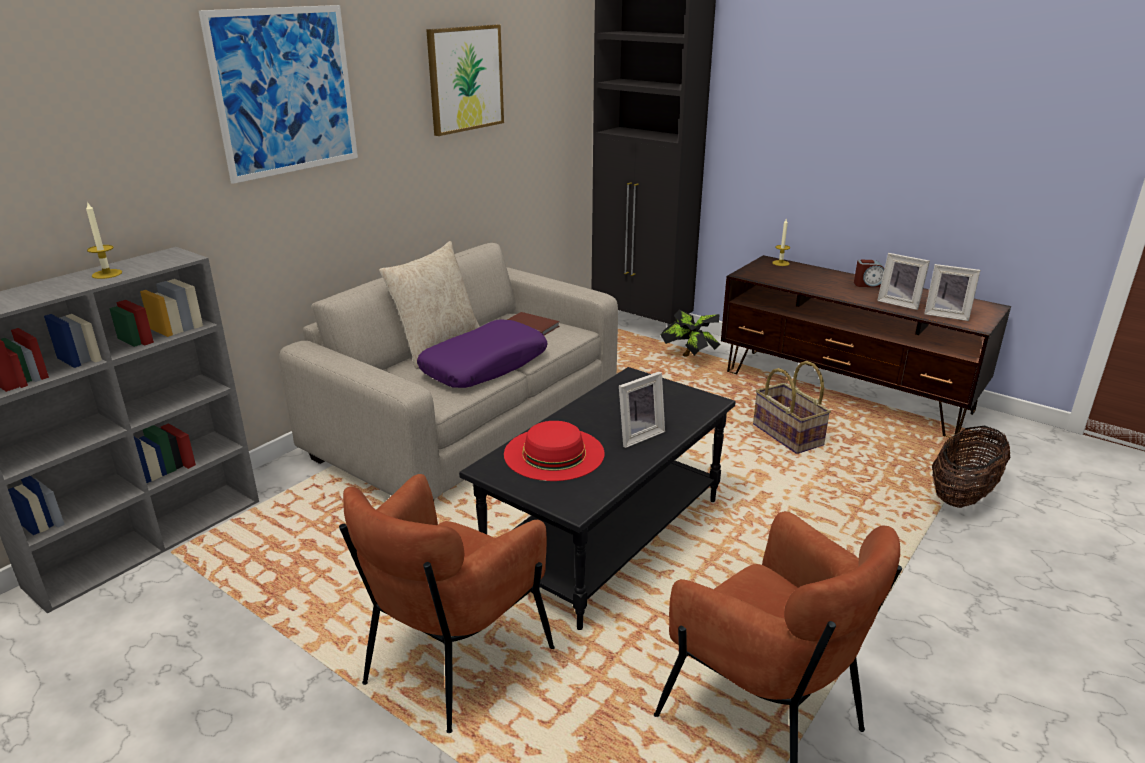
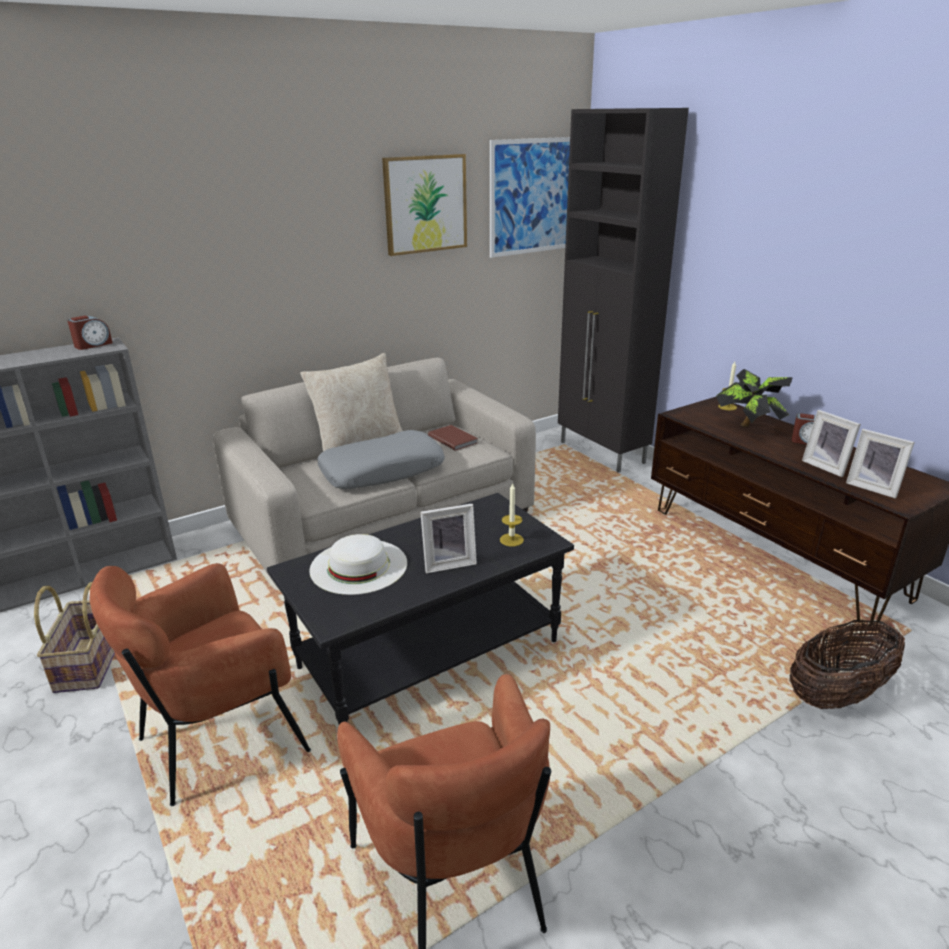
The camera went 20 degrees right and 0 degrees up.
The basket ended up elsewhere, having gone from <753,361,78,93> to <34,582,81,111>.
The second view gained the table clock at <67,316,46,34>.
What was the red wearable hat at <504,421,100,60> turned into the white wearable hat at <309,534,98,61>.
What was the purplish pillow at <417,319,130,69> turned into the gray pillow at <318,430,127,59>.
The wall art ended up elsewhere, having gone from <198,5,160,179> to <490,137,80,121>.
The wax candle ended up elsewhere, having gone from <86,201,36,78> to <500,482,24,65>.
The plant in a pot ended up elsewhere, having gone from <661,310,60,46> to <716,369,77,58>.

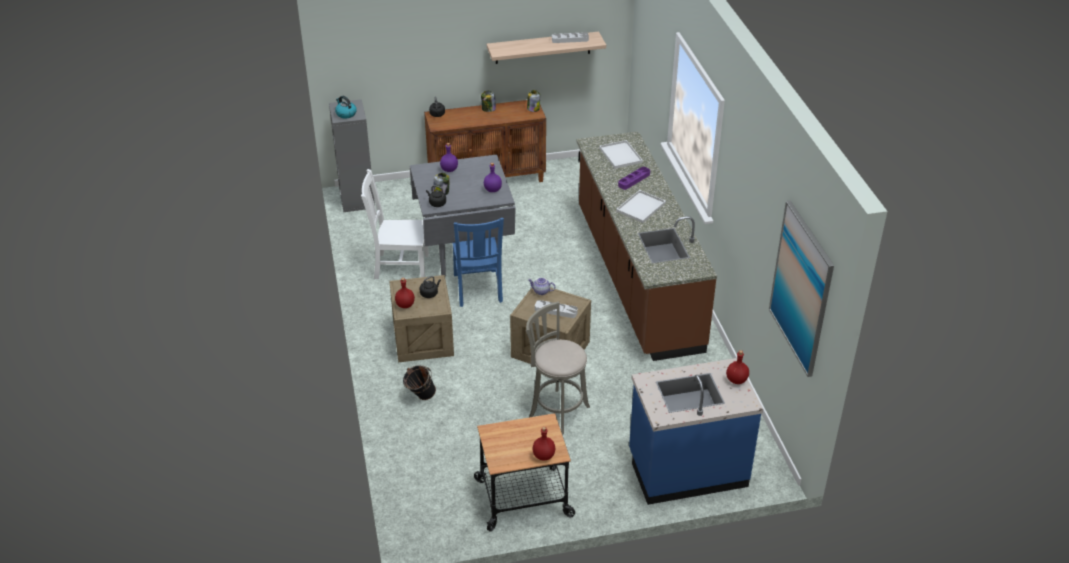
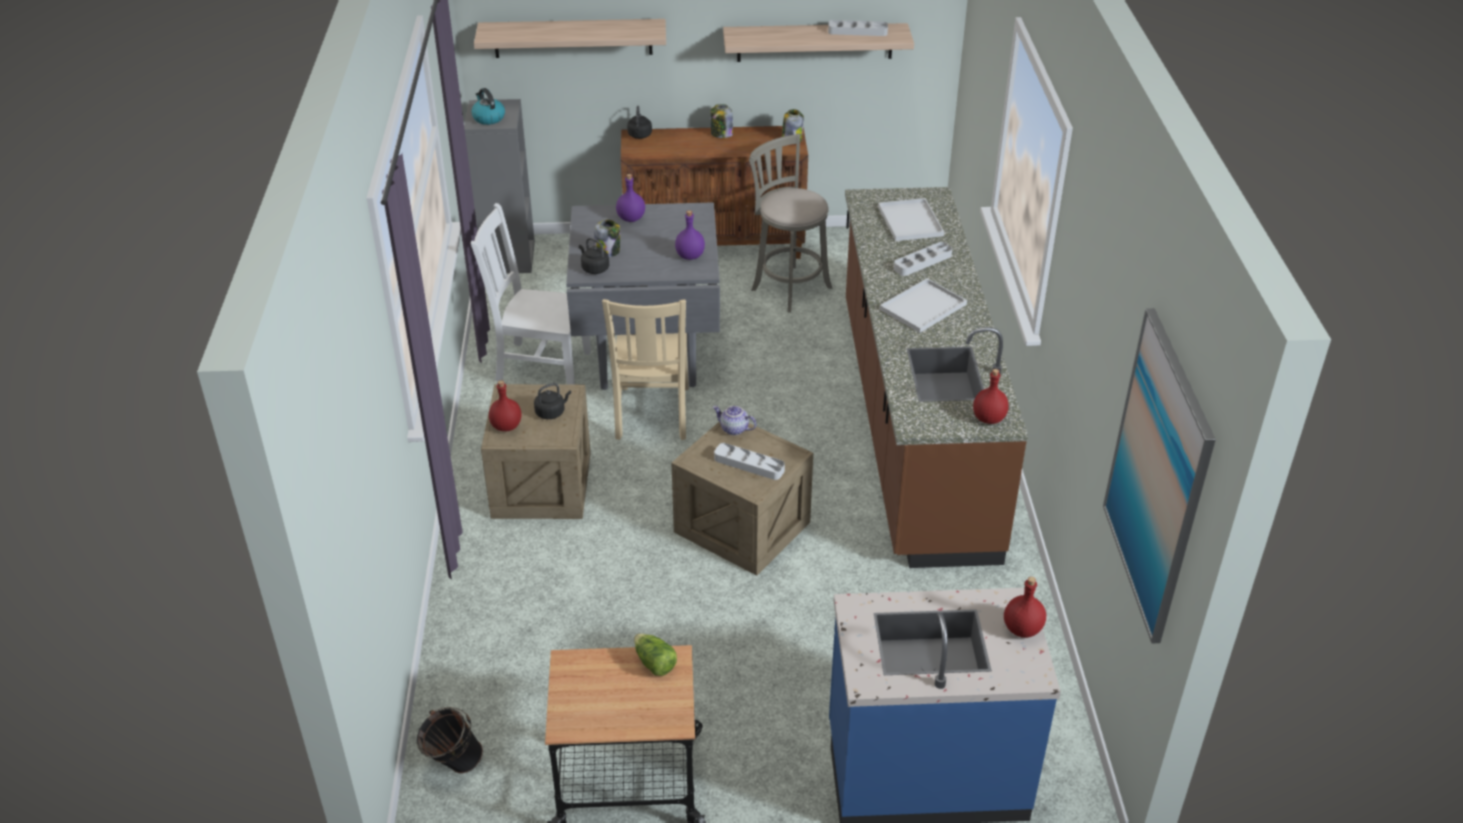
The camera went 10 degrees right and 0 degrees up.
The blackish bucket ended up elsewhere, having gone from <403,365,33,35> to <417,707,66,66>.
The second view gained the wall shelf at <474,19,192,39>.
What was the blue upright chair at <453,218,51,89> turned into the sand-coloured upright chair at <602,299,87,141>.
The second view gained the lettuce at <634,633,43,43>.
The gray sitting stool ended up elsewhere, having gone from <526,302,64,132> to <749,134,83,178>.
What was the purplish serving tray at <618,167,32,23> turned into the gray serving tray at <894,242,58,34>.
The red bottle ended up elsewhere, having gone from <533,427,22,33> to <973,369,36,55>.

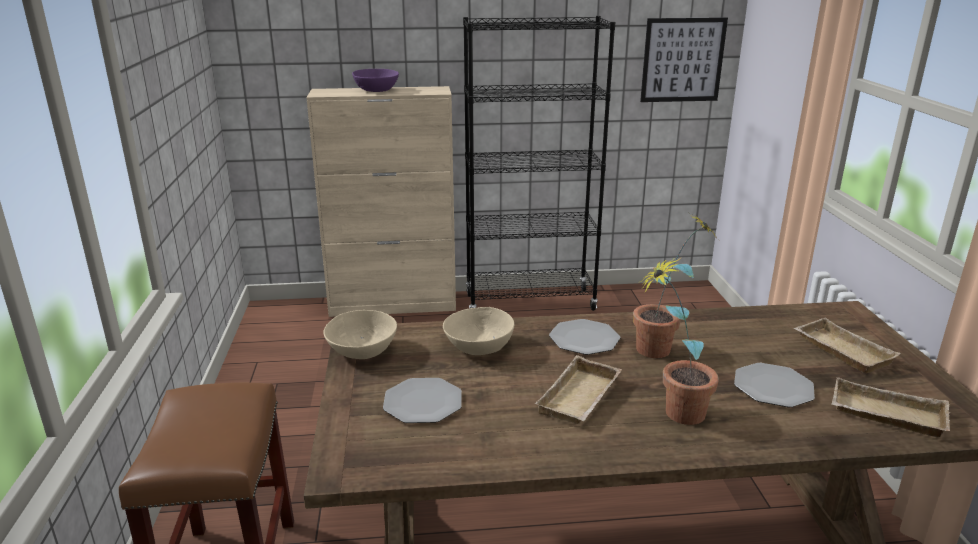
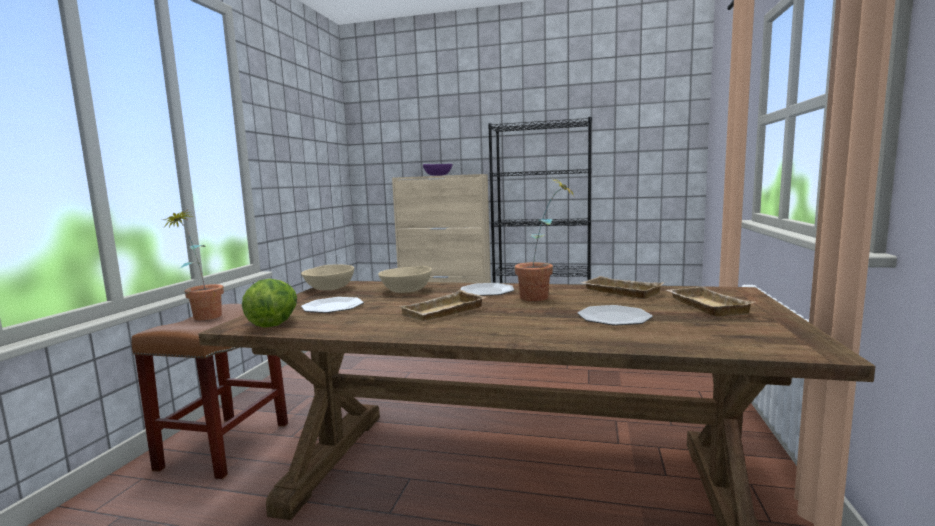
The camera went 20 degrees right and 15 degrees down.
The plant in a pot ended up elsewhere, having gone from <638,258,81,167> to <163,209,61,111>.
The second view gained the lettuce at <242,278,55,50>.
The sand-coloured serving tray ended up elsewhere, having gone from <832,377,118,60> to <581,276,83,23>.
The second view lost the wall art at <640,17,88,85>.

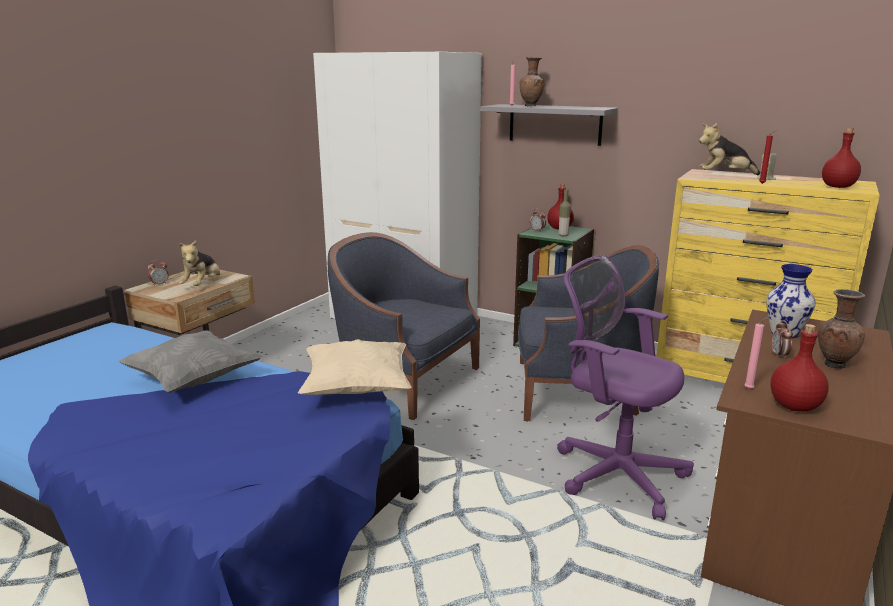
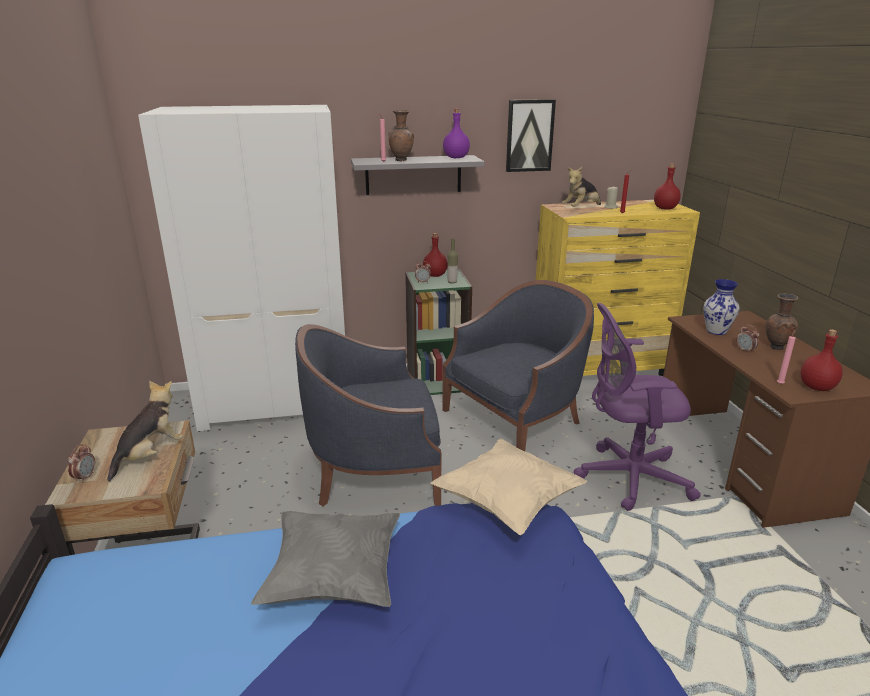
The camera went 40 degrees left and 5 degrees up.
The soft toy at <179,240,41,46> ended up facing another way, 120 degrees counterclockwise from before.
The second view gained the purplish bottle at <443,109,27,49>.
The second view gained the wall art at <506,99,50,73>.

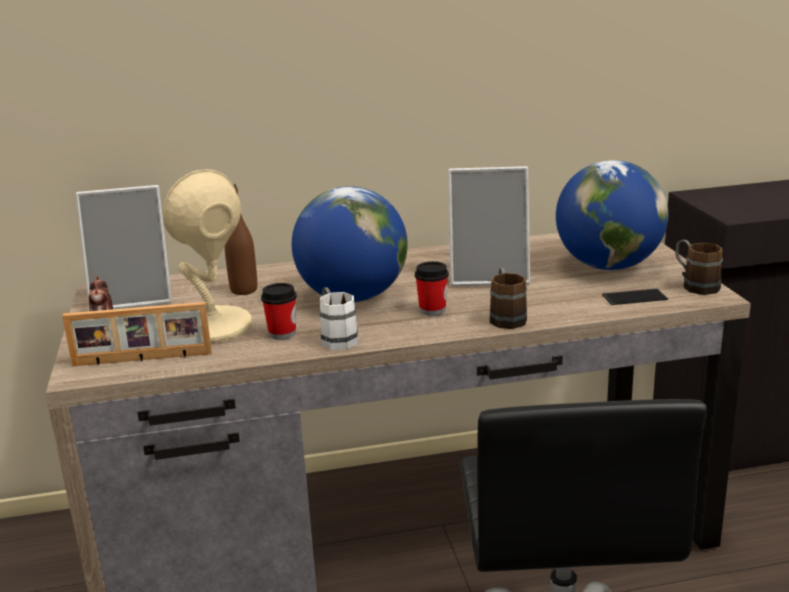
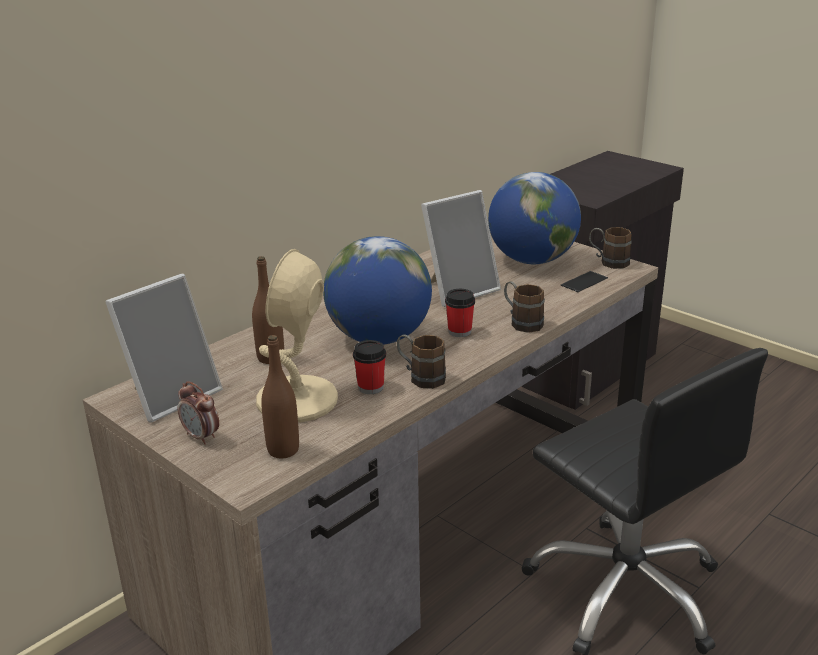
The camera went 35 degrees left and 5 degrees up.
Where the photo frame stood at <62,302,150,64>, the brown bottle came to stand at <261,335,38,123>.
What was the white tea mug at <319,287,39,63> turned into the brown tea mug at <397,334,49,55>.

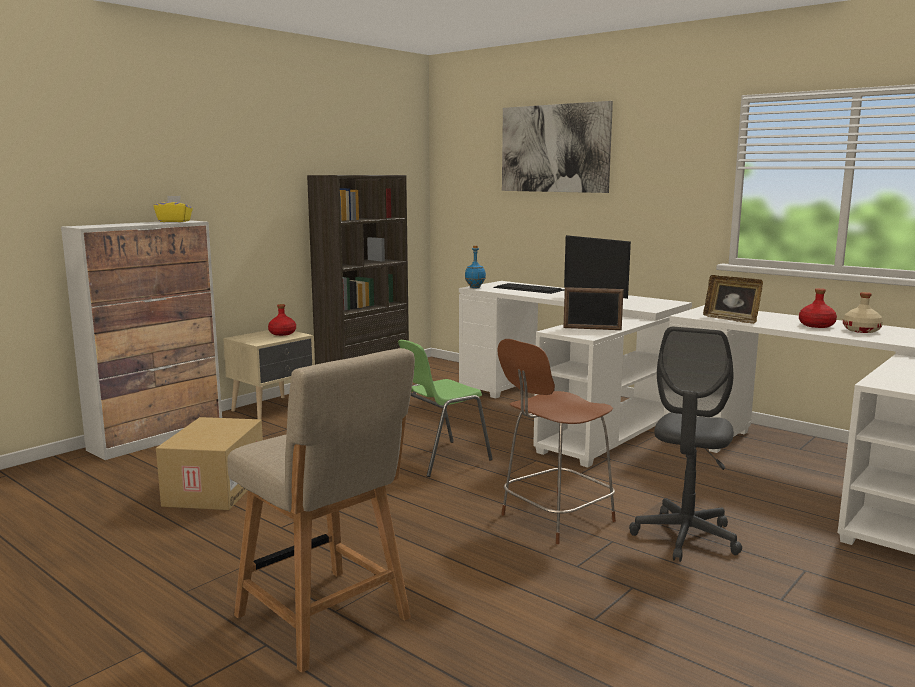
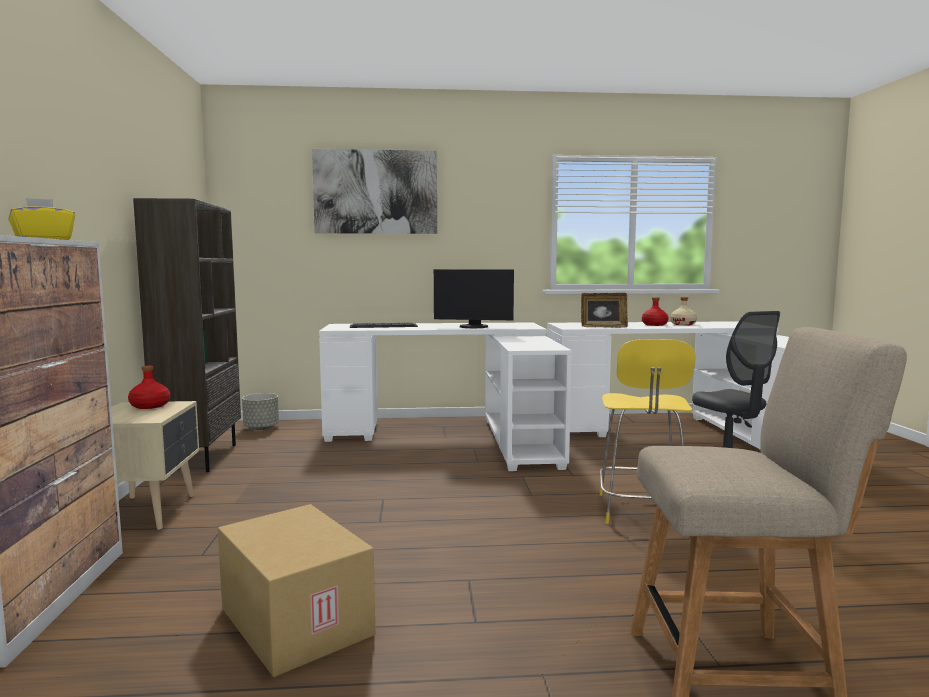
The camera went 45 degrees left and 5 degrees down.
The second view gained the gray flower pot at <242,393,37,37>.
What was the brown upright chair at <497,339,119,205> turned into the yellowish upright chair at <599,339,96,185>.
The second view lost the green upright chair at <398,340,95,137>.
The second view lost the blue bottle at <465,245,21,43>.
The second view lost the photo frame at <563,287,61,43>.

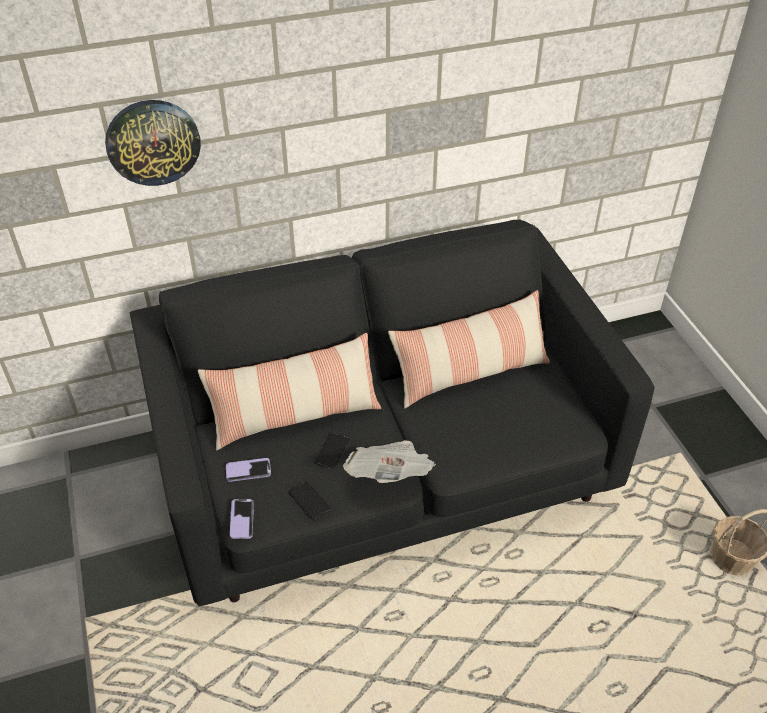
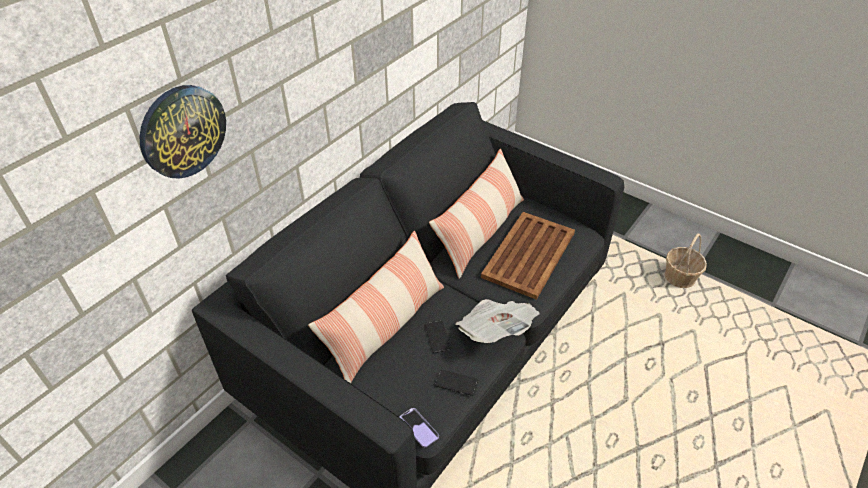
The camera went 35 degrees left and 0 degrees up.
The second view gained the brown serving tray at <481,212,94,88>.
The second view lost the telephone at <226,458,45,24>.

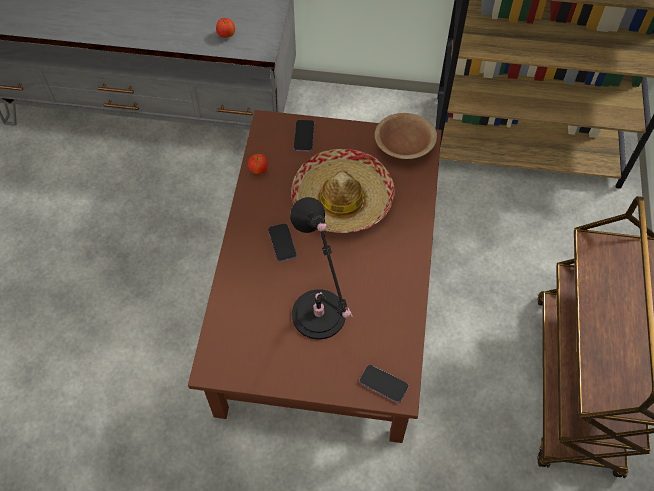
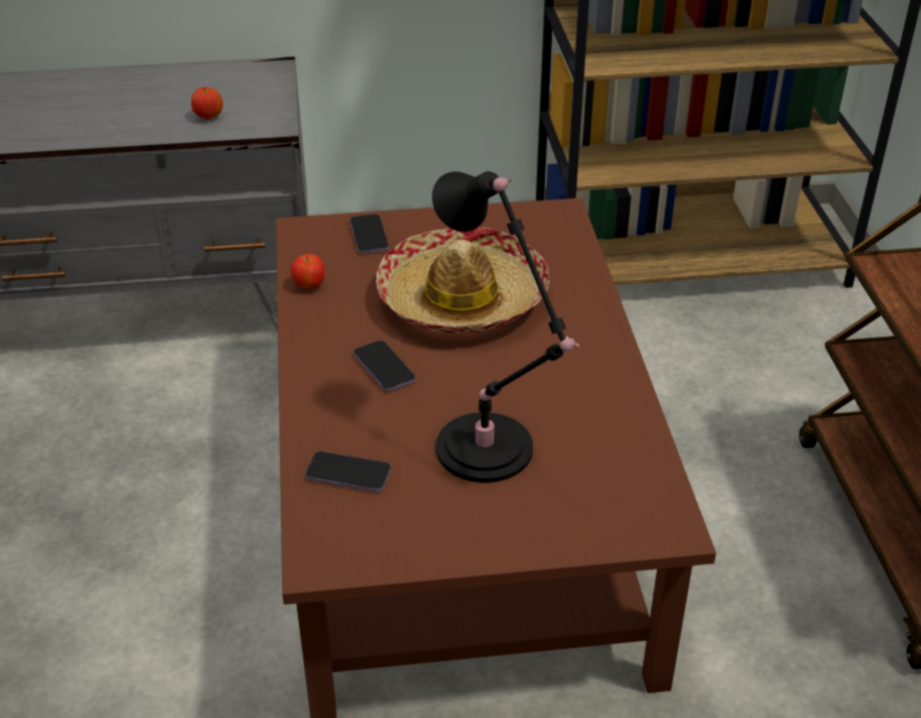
The camera went 15 degrees left and 20 degrees down.
The telephone ended up elsewhere, having gone from <360,365,49,38> to <305,451,86,41>.
The second view lost the brown serving bowl at <375,113,62,46>.

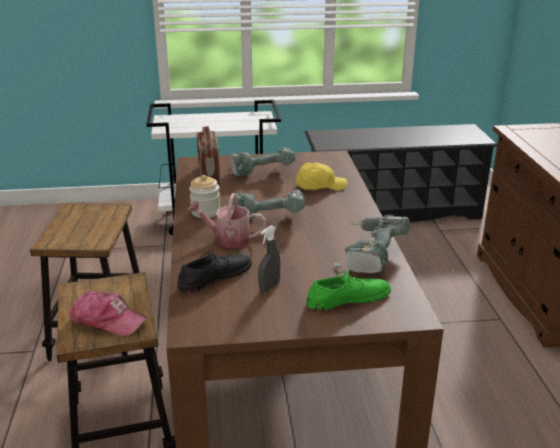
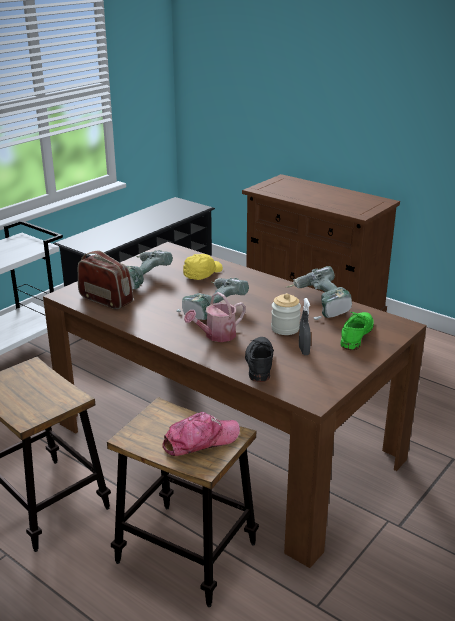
The camera went 45 degrees left and 0 degrees up.
The preserve jar ended up elsewhere, having gone from <189,175,31,43> to <271,293,30,42>.

